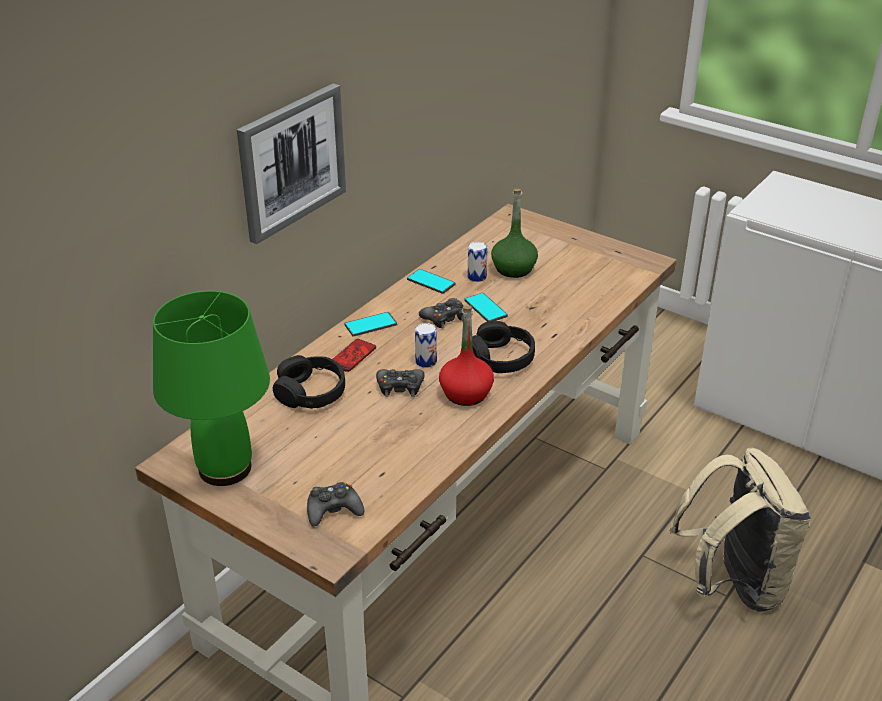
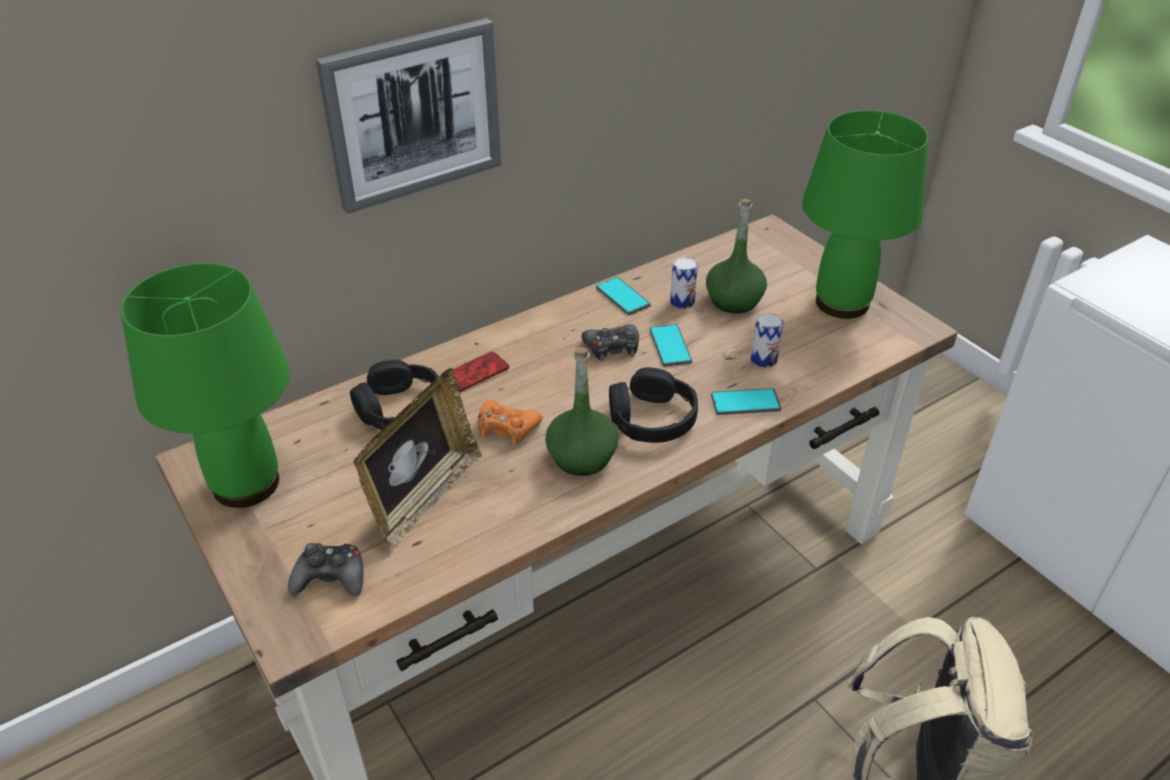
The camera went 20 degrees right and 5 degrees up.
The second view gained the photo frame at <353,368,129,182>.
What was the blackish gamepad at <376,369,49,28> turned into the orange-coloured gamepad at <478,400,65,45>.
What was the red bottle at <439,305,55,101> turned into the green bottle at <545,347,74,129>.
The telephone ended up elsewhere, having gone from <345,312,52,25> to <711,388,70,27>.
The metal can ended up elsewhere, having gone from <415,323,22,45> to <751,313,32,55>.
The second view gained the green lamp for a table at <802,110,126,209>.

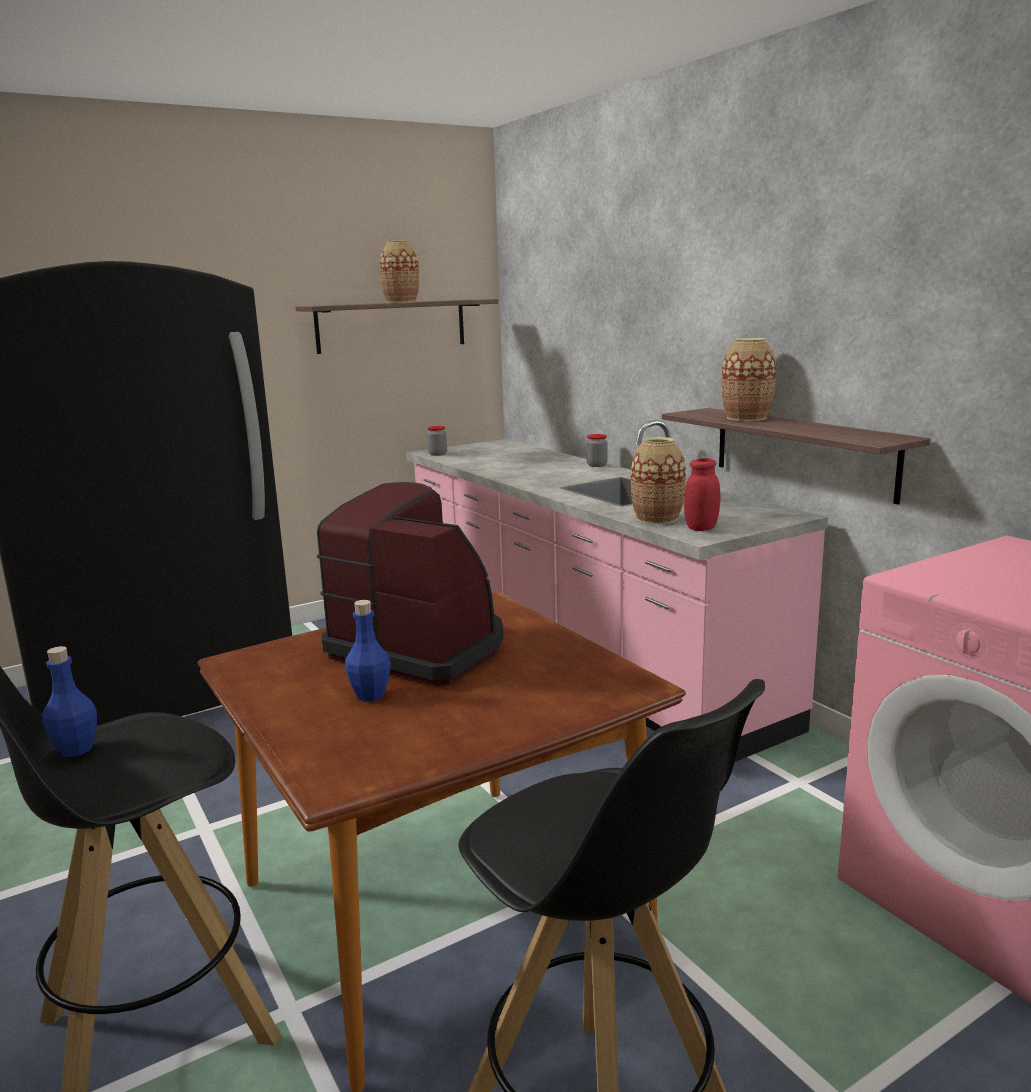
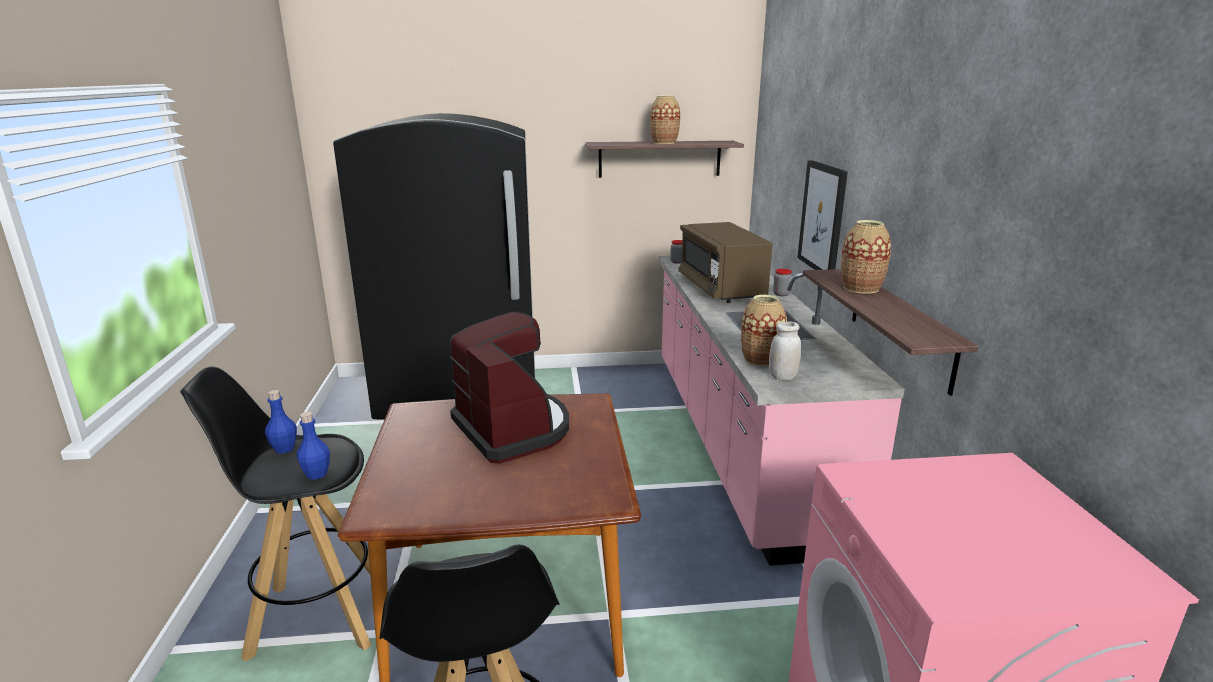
The camera went 25 degrees right and 5 degrees up.
The blue bottle ended up elsewhere, having gone from <345,600,46,102> to <296,412,34,68>.
The second view gained the brown microwave oven at <678,222,95,81>.
What was the red preserve jar at <684,458,36,73> turned into the white preserve jar at <769,321,32,59>.
The second view gained the wall art at <798,160,50,110>.

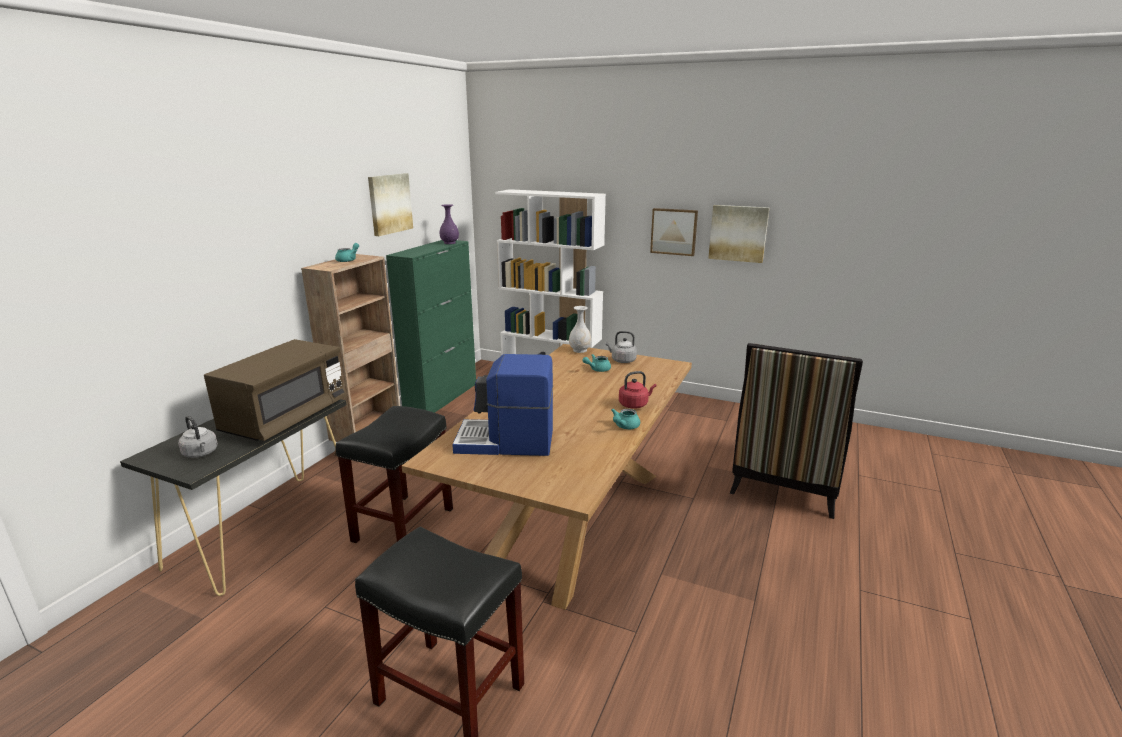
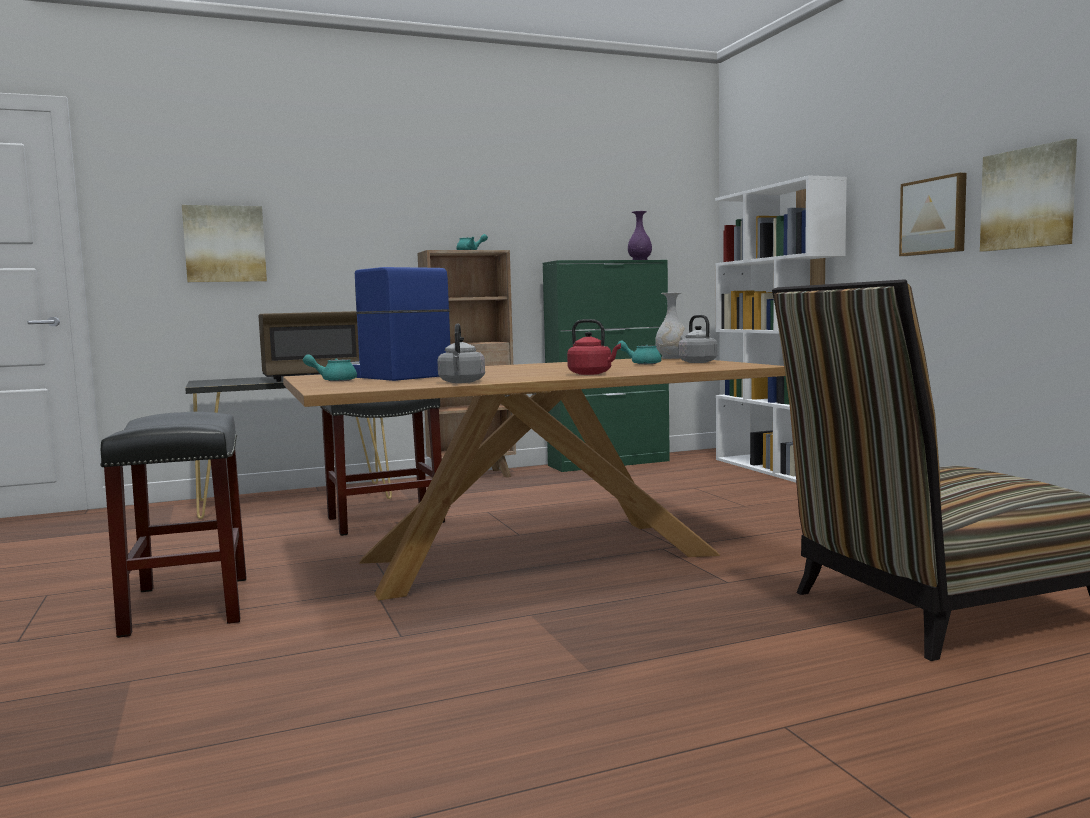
The camera went 45 degrees right and 15 degrees down.
The wall art ended up elsewhere, having gone from <368,173,45,63> to <182,205,85,77>.
The turquoise-coloured tea pot ended up elsewhere, having gone from <611,409,29,20> to <303,354,54,27>.
The gray tea kettle ended up elsewhere, having gone from <178,416,40,42> to <437,323,48,60>.

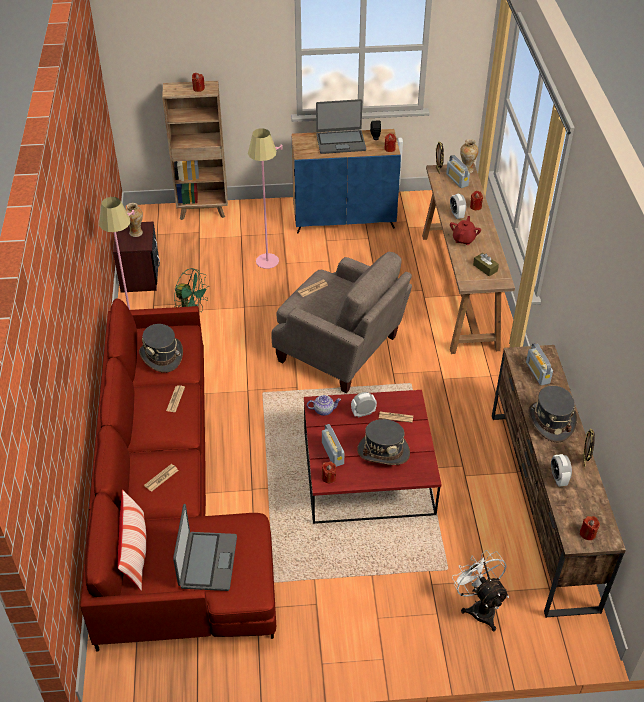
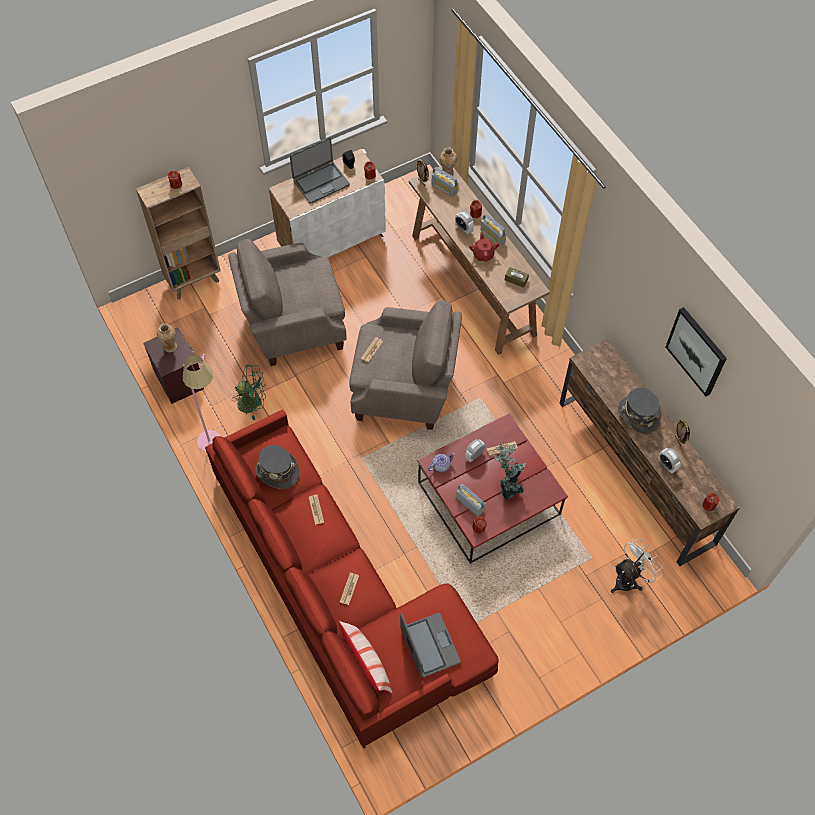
The camera went 25 degrees left and 15 degrees up.
Where the pink-coloured standard lamp stood at <248,128,35,141>, the sand-coloured lounge chair came to stand at <228,239,118,127>.
What was the blue storage cabinet at <292,129,109,105> turned into the white storage cabinet at <269,149,117,109>.
The radio receiver ended up elsewhere, having gone from <526,343,27,42> to <480,214,27,32>.
Where the gray wearable hat stood at <357,419,53,46>, the plant in a pot came to stand at <493,443,33,57>.
The white cooling fan at <452,550,57,82> ended up facing another way, 105 degrees clockwise from before.
The second view gained the wall art at <666,307,61,90>.

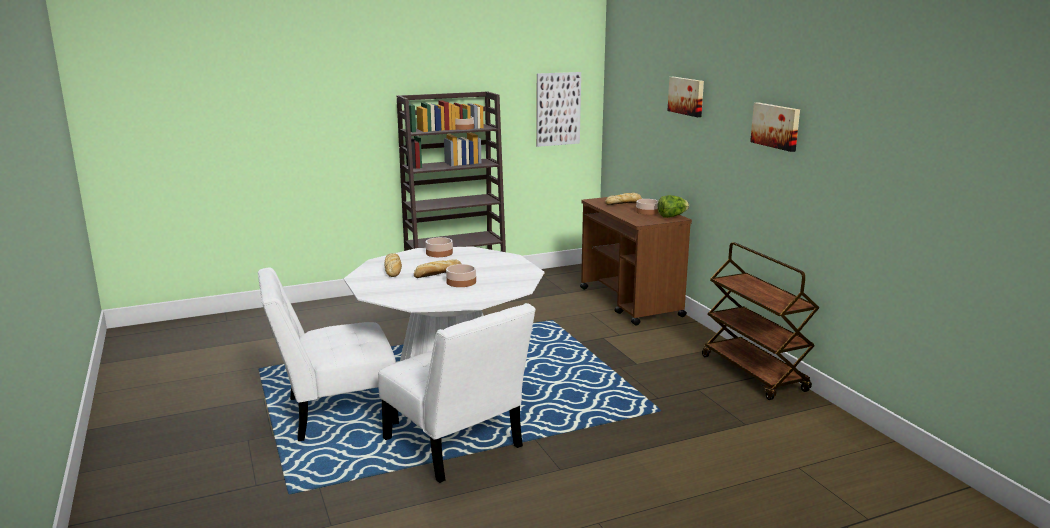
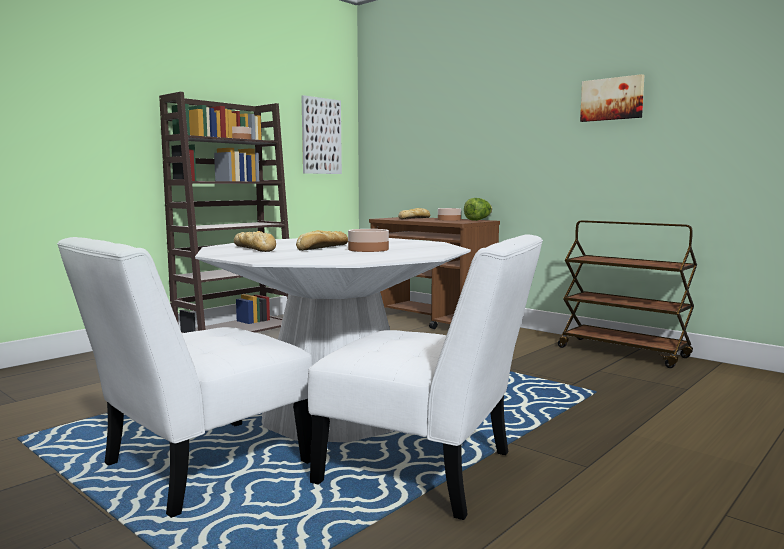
The camera went 25 degrees left and 10 degrees down.
The second view lost the serving bowl at <426,237,27,20>.
The second view lost the wall art at <668,77,36,40>.

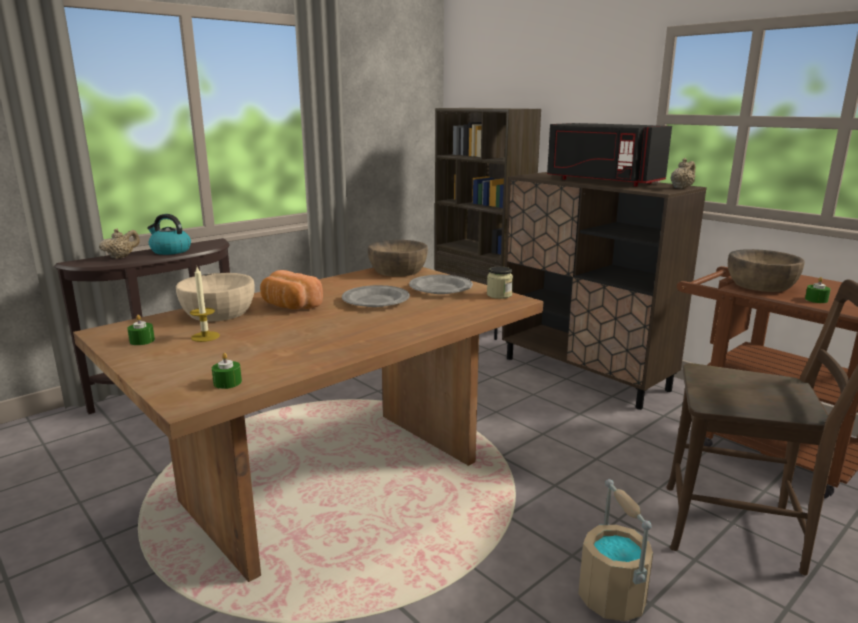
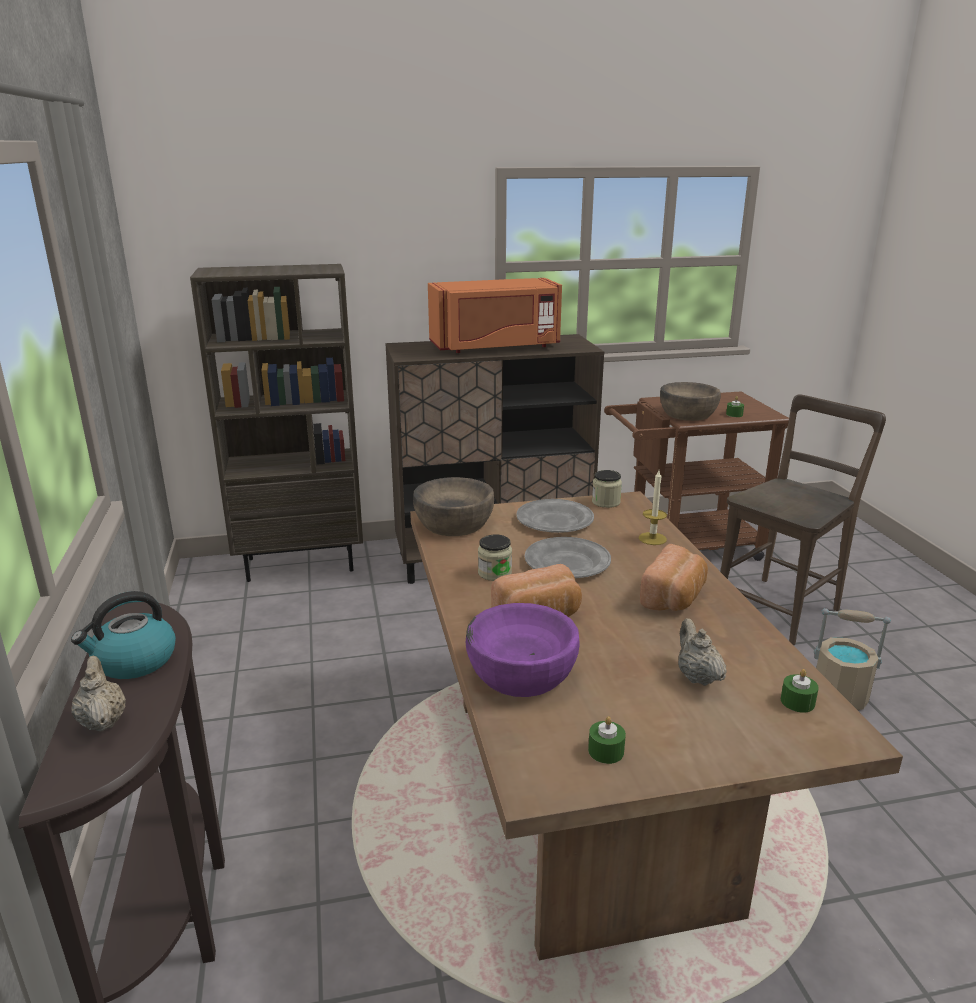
The camera went 60 degrees left and 5 degrees up.
What was the blackish microwave oven at <547,123,125,64> turned into the orange-coloured microwave oven at <428,278,134,75>.
What was the sand-coloured serving bowl at <176,273,79,49> turned into the purplish serving bowl at <466,603,114,94>.
The second view gained the preserve jar at <478,535,34,46>.
The wax candle ended up elsewhere, having gone from <190,267,30,75> to <639,470,28,75>.
The second view gained the baked bread at <640,544,68,67>.
The sand-coloured tea pot ended up elsewhere, having gone from <671,158,24,31> to <678,618,49,68>.

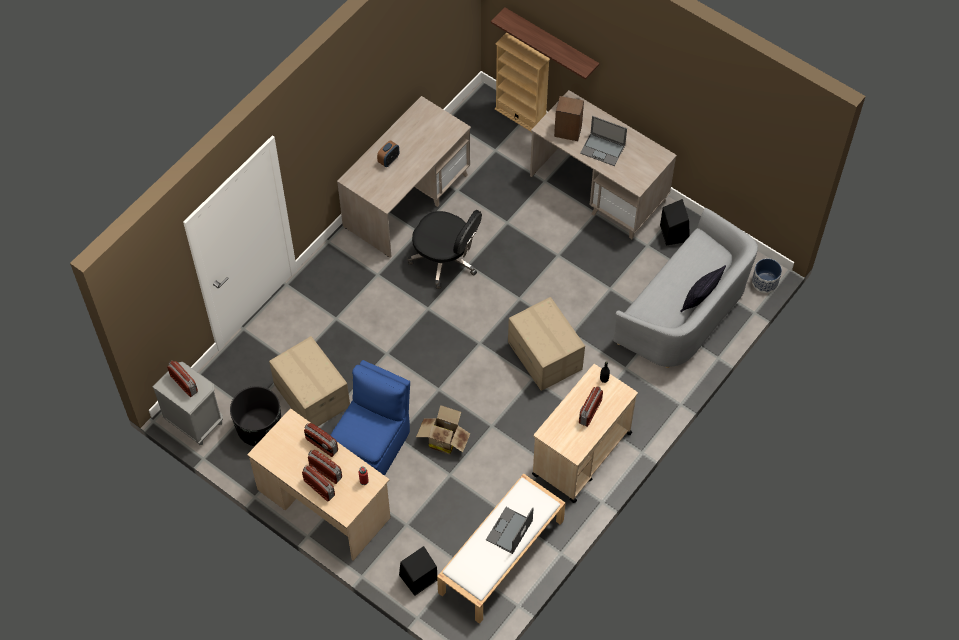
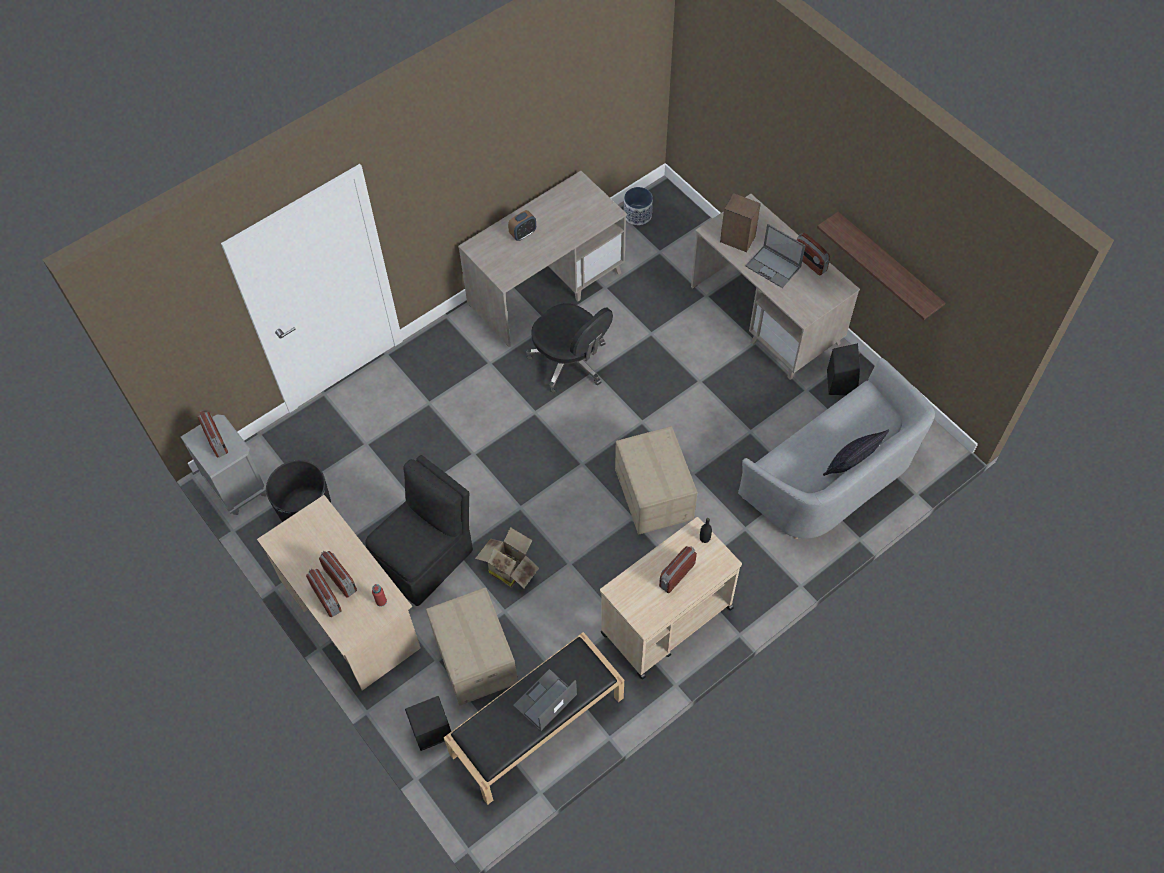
The camera went 15 degrees right and 0 degrees up.
What was the blue upright chair at <330,360,80,116> turned into the blackish upright chair at <365,455,108,151>.
The carton ended up elsewhere, having gone from <269,336,81,91> to <426,587,92,119>.
What was the white long seat at <437,474,128,150> turned into the blackish long seat at <443,632,181,173>.
The flower pot ended up elsewhere, having gone from <752,258,30,35> to <624,187,29,38>.
The radio receiver ended up elsewhere, having gone from <304,423,34,34> to <797,233,33,43>.
The wall shelf ended up elsewhere, having gone from <491,7,108,73> to <817,212,128,108>.
The second view lost the sand-coloured bookcase at <495,33,55,99>.

